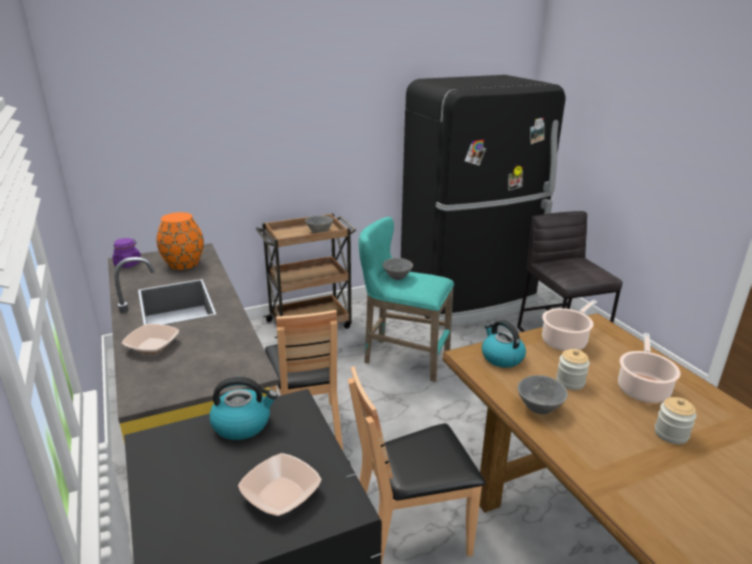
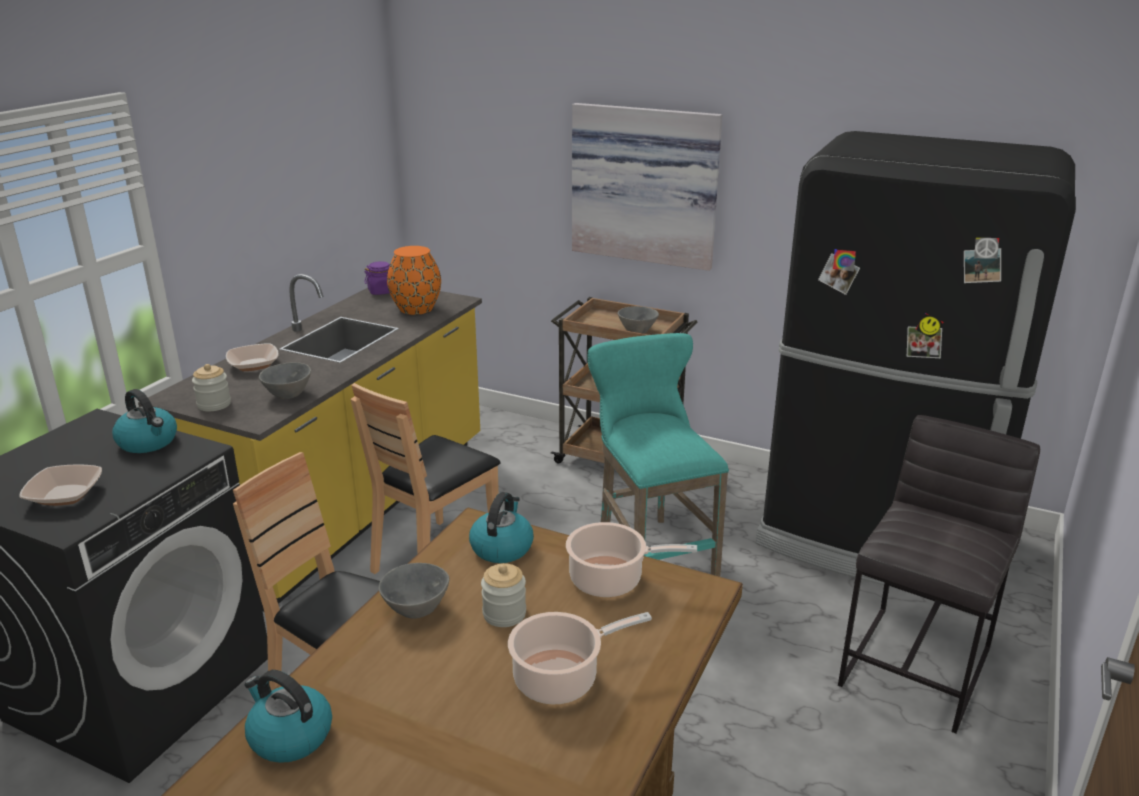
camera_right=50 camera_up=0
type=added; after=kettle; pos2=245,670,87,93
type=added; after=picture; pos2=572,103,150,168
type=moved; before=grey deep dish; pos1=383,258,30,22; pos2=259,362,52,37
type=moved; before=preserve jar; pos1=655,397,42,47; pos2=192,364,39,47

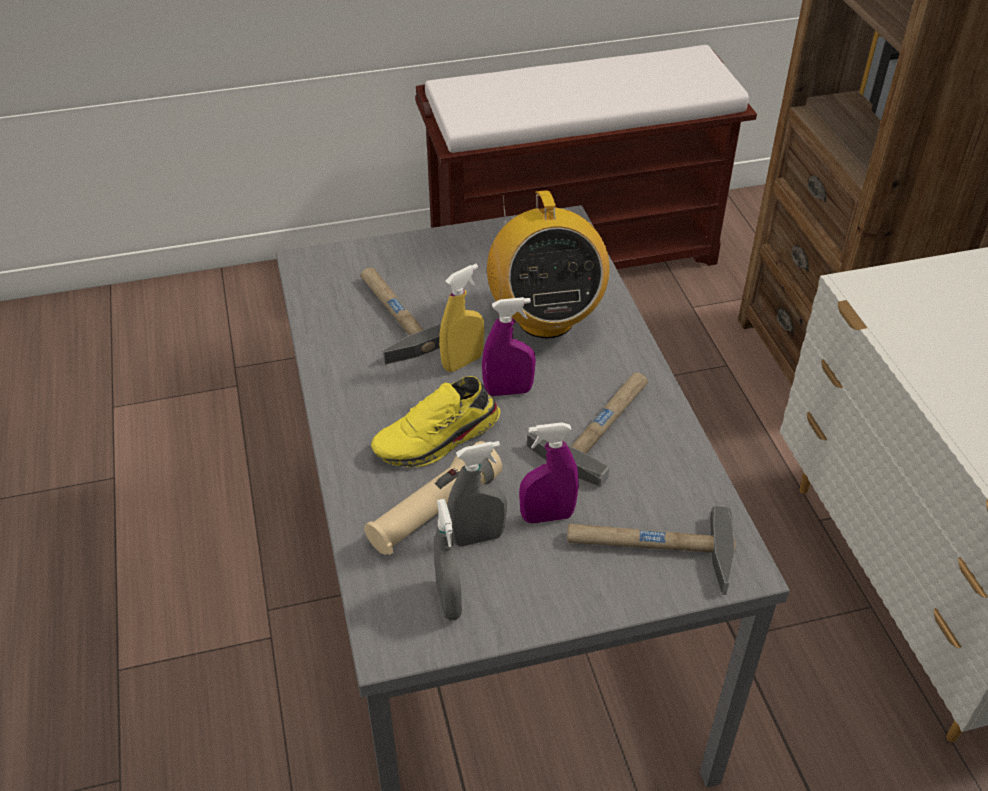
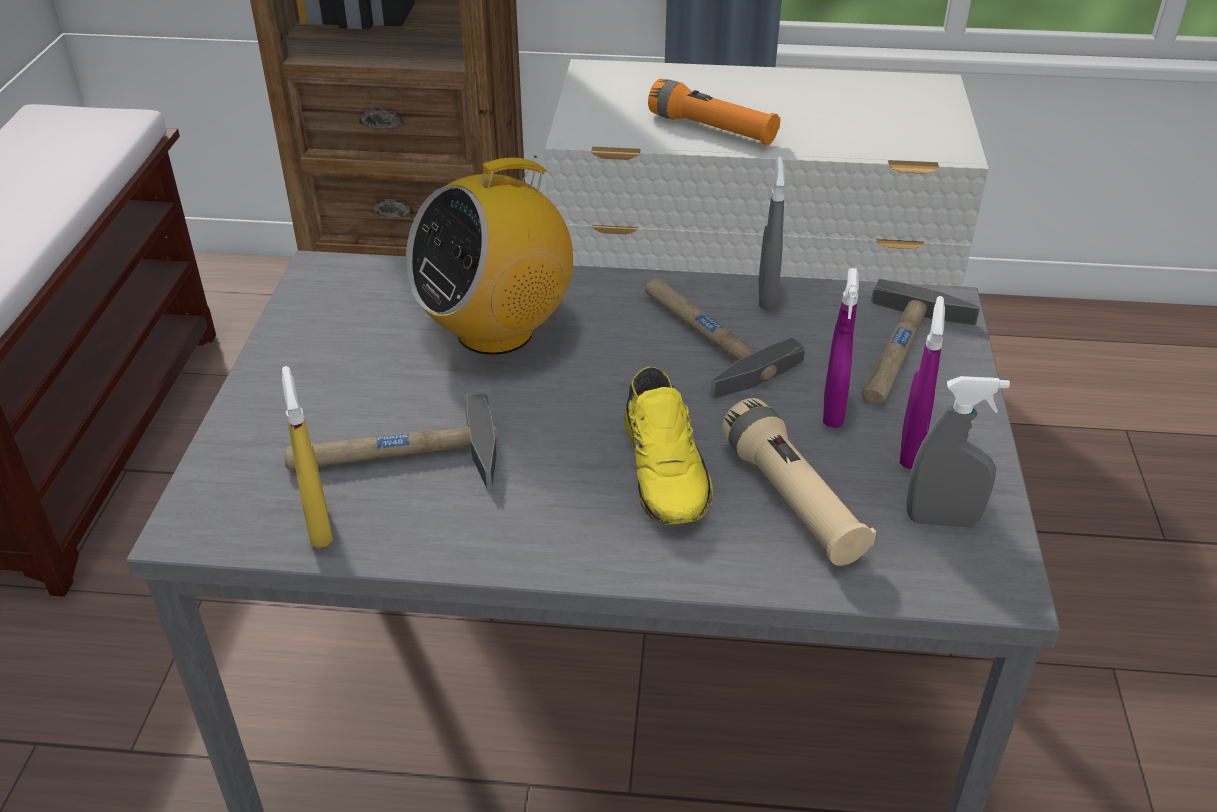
camera_right=-70 camera_up=-5
type=added; after=orange torch; pos2=648,79,133,66
type=moved; before=yellow spray bottle; pos1=439,264,45,108; pos2=282,366,51,182
type=moved; before=grey spray bottle; pos1=447,441,60,106; pos2=759,156,26,155
type=moved; before=purple-coloured spray bottle; pos1=482,297,54,99; pos2=900,296,45,173
type=turned; before=radio set; pos1=487,190,123,148; pos2=406,155,167,200; turn=135

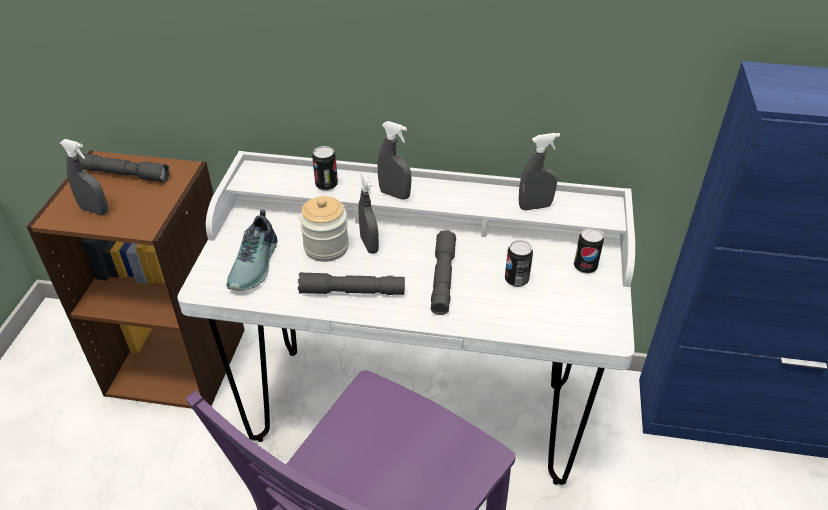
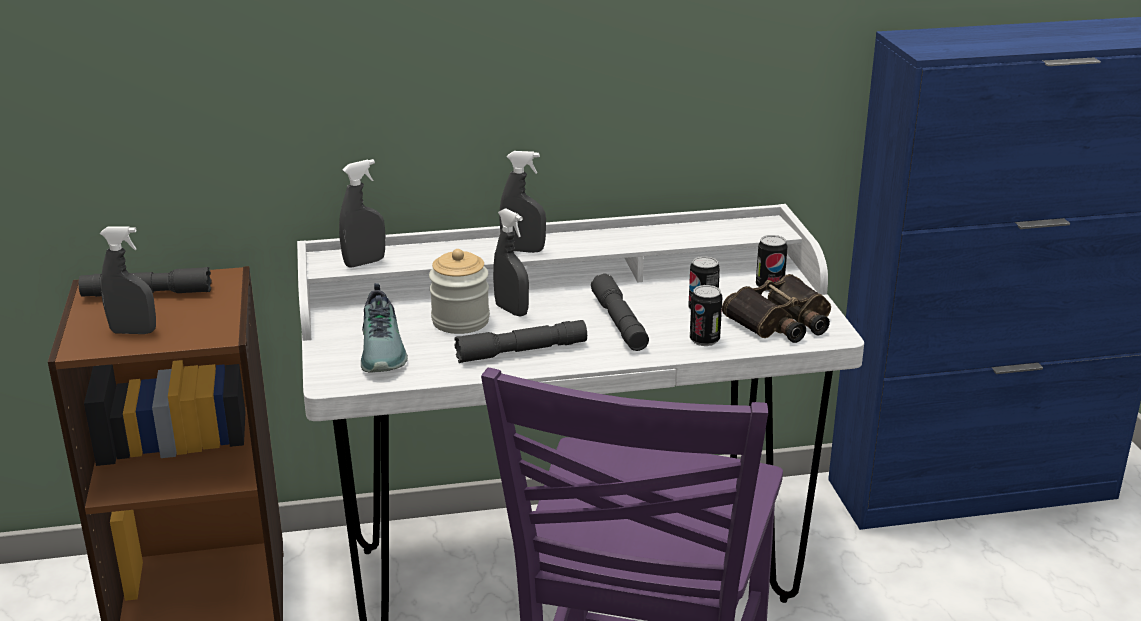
camera_right=-20 camera_up=-15
type=added; after=binoculars; pos2=722,274,109,69
type=moved; before=sealed can; pos1=312,146,26,45; pos2=690,285,32,61
type=moved; before=grey spray bottle; pos1=519,133,41,77; pos2=339,159,46,108

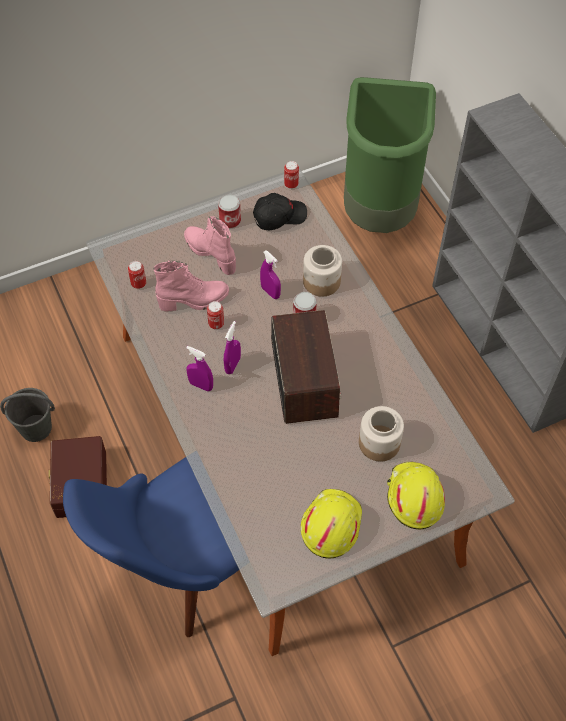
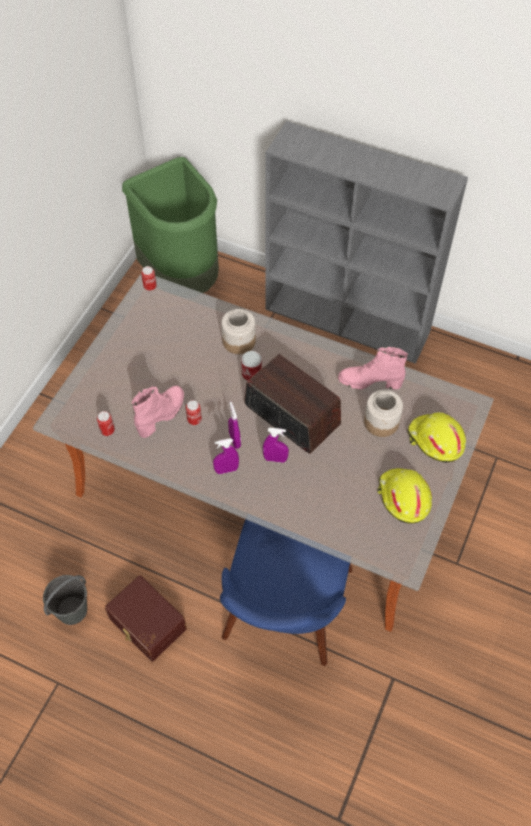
camera_right=-40 camera_up=0
type=removed; before=sealed can; pos1=218,195,23,34
type=removed; before=blackish baseball cap; pos1=253,193,54,37
type=moved; before=pink-coloured boot; pos1=184,216,52,59; pos2=338,347,70,43
type=moved; before=purple-coloured spray bottle; pos1=260,250,21,49; pos2=263,428,26,35

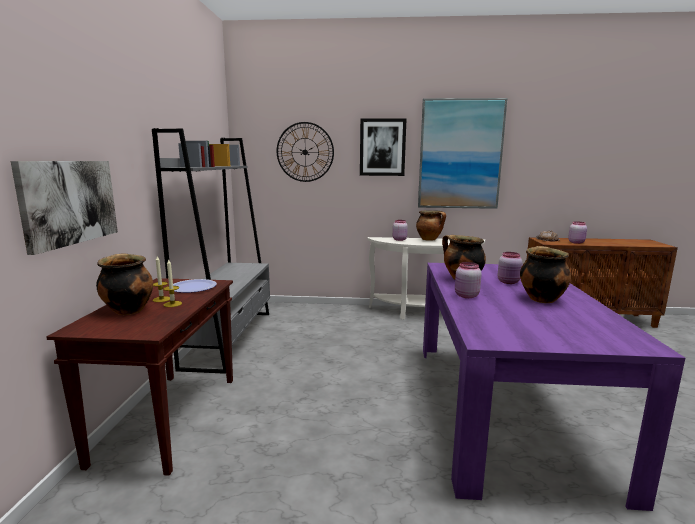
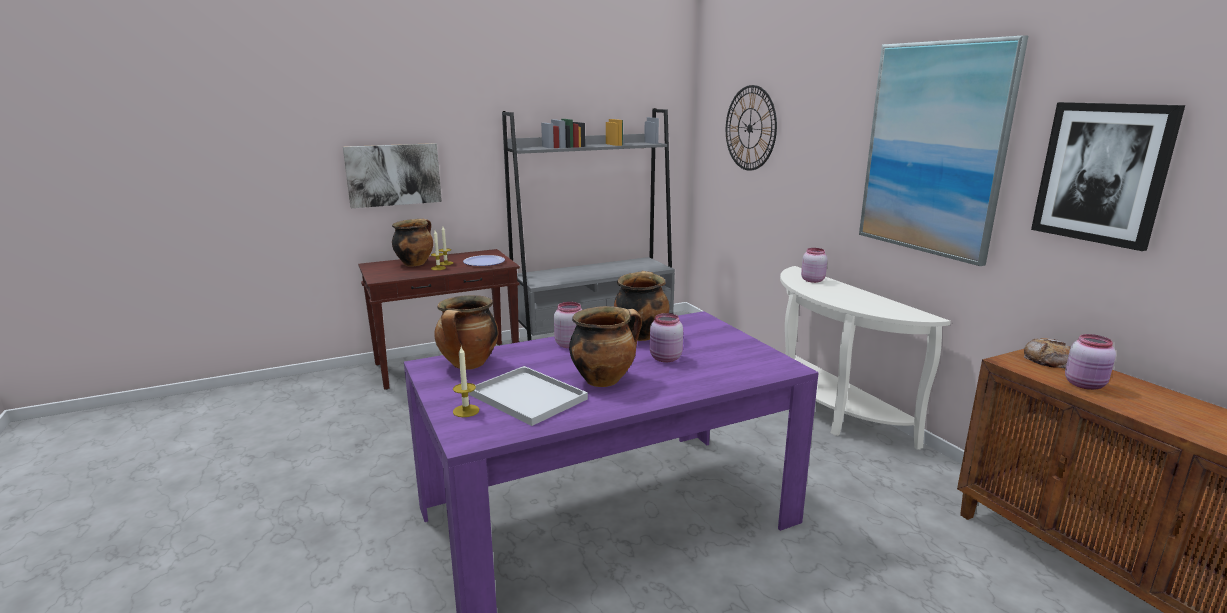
camera_right=60 camera_up=5
type=added; after=wax light; pos2=453,347,26,70
type=added; after=white carrying tray; pos2=469,366,119,60
type=moved; before=picture; pos1=360,118,47,58; pos2=1031,102,154,149
type=moved; before=saucepot; pos1=416,210,30,31; pos2=434,295,64,75

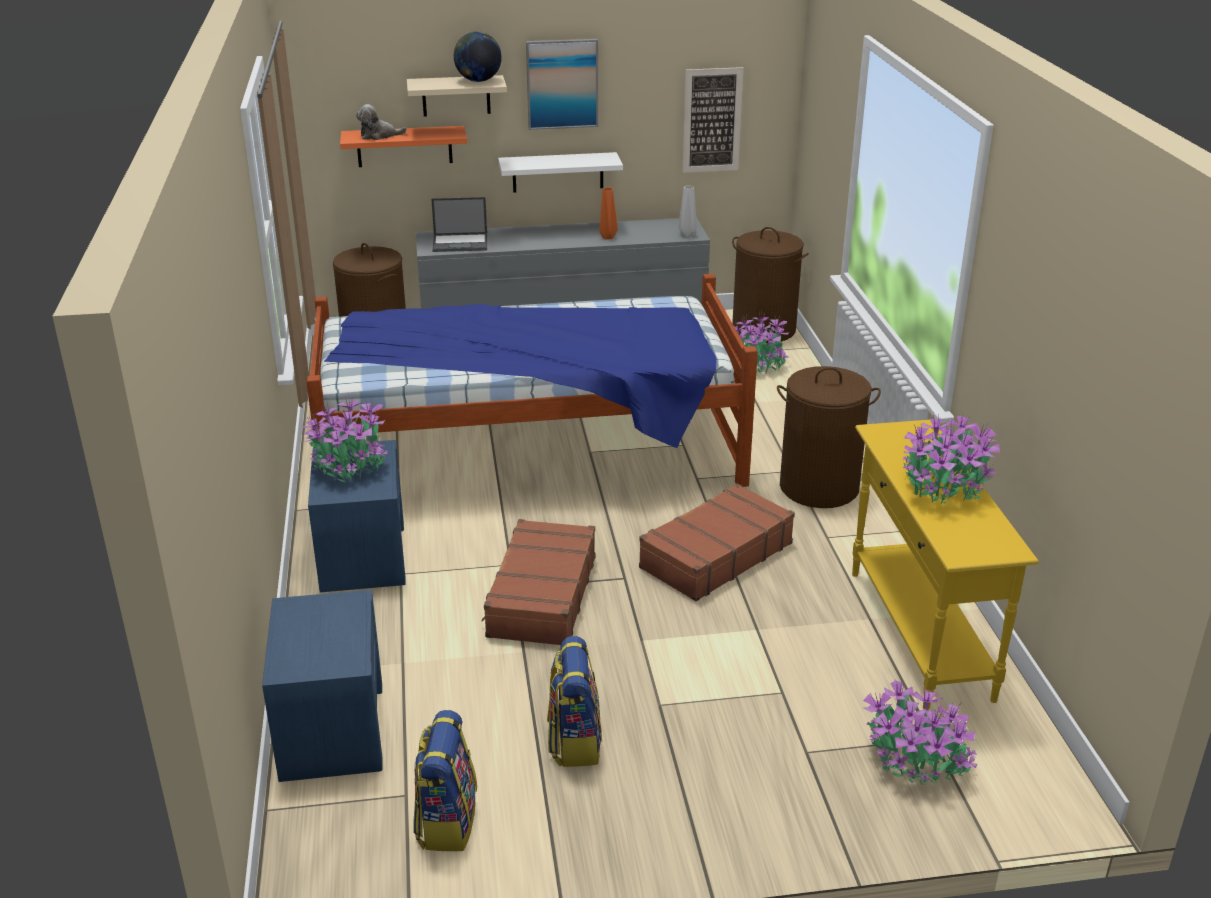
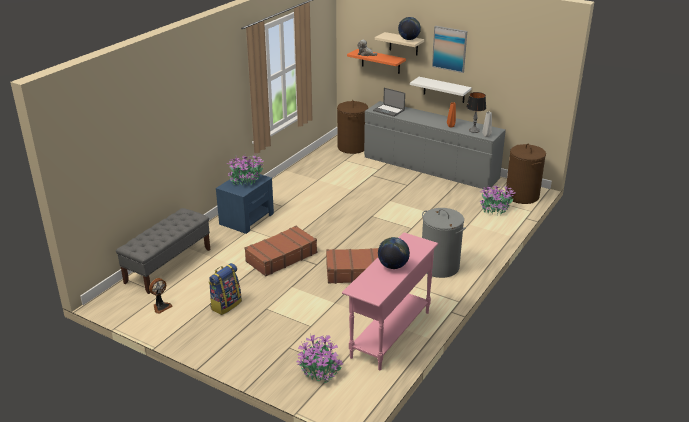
camera_right=40 camera_up=0
type=removed; before=sleeping bed; pos1=307,274,451,213
type=removed; before=picture; pos1=683,67,61,106
type=added; after=tabletop lamp; pos2=466,92,20,41
type=replaced; before=blue-coloured night table; after=grey bench; pos1=262,590,121,192; pos2=116,208,94,86
type=replaced; before=knapsack; after=cooling fan; pos1=413,710,64,141; pos2=149,278,23,36
type=replaced; before=potted plant; after=world globe; pos1=902,412,98,92; pos2=378,237,32,32
type=recoloured; before=brown-coloured laundry basket; after=grey laundry basket; pos1=777,366,104,142; pos2=422,208,44,70
type=recoloured; before=yellow narrow table; after=pink-coloured narrow table; pos1=852,420,187,290; pos2=342,233,96,137

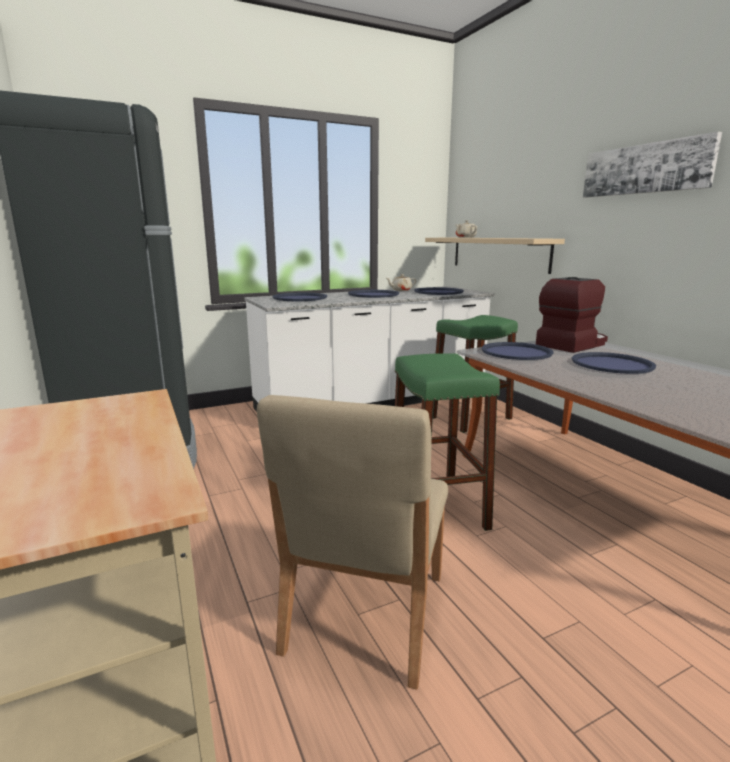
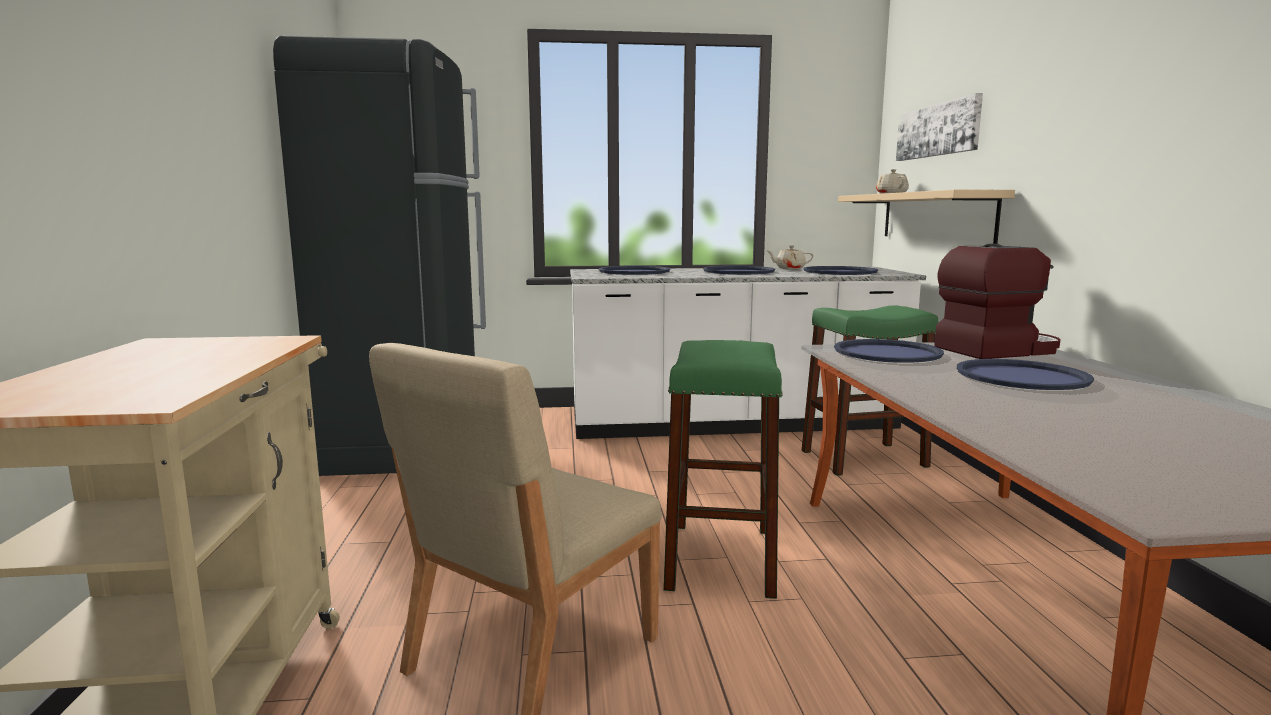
camera_right=20 camera_up=-5
type=moved; before=picture; pos1=583,132,139,65; pos2=896,93,87,68

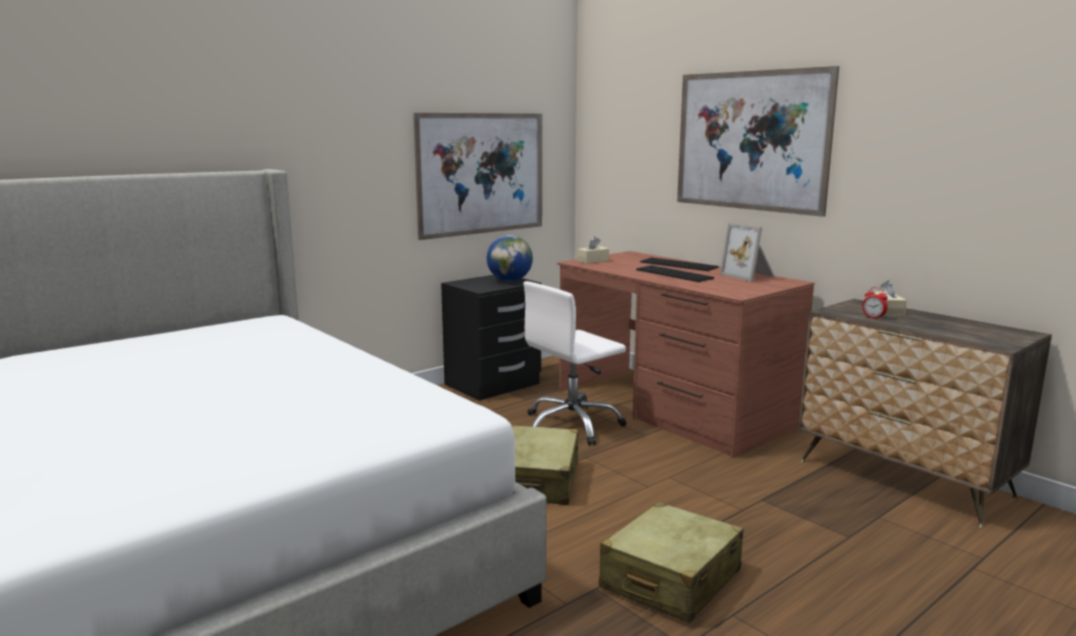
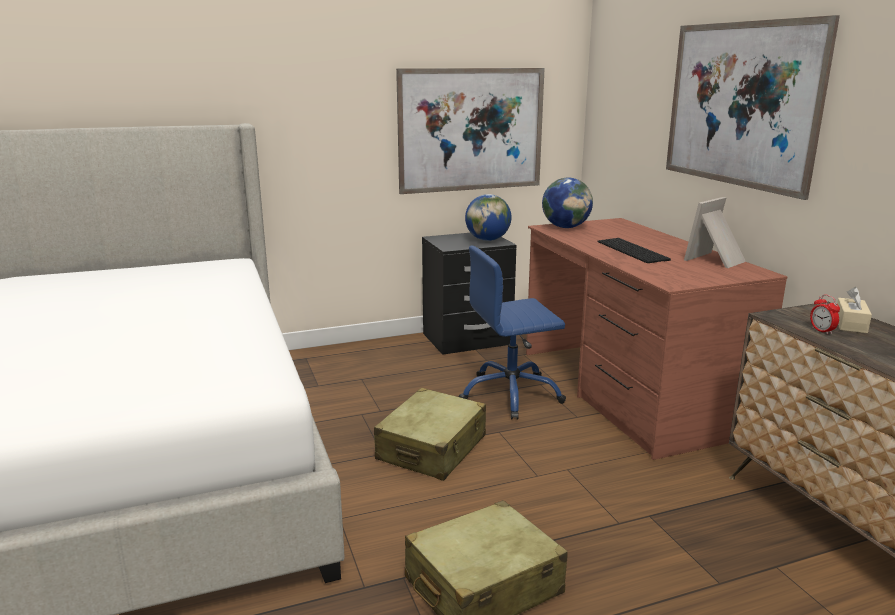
camera_right=20 camera_up=5
type=removed; before=computer keyboard; pos1=640,257,78,14
type=replaced; before=beige-coloured box of tissues; after=world globe; pos1=577,237,32,27; pos2=542,178,51,50
type=recoloured; before=white desk chair; after=blue-coloured desk chair; pos1=523,281,103,165; pos2=459,246,107,174
type=turned; before=picture frame; pos1=720,222,55,60; pos2=684,197,62,71; turn=60

